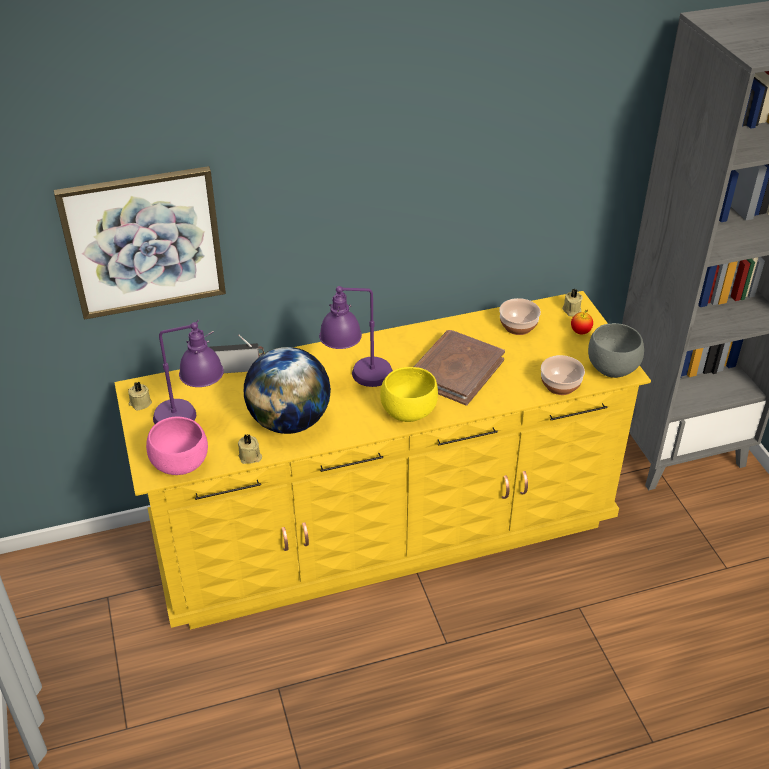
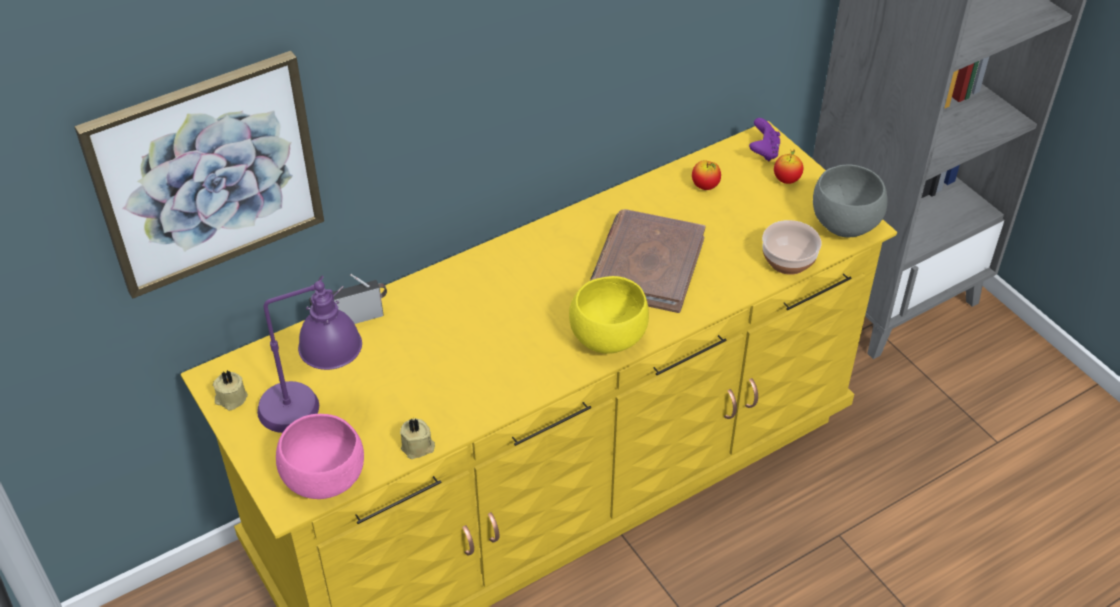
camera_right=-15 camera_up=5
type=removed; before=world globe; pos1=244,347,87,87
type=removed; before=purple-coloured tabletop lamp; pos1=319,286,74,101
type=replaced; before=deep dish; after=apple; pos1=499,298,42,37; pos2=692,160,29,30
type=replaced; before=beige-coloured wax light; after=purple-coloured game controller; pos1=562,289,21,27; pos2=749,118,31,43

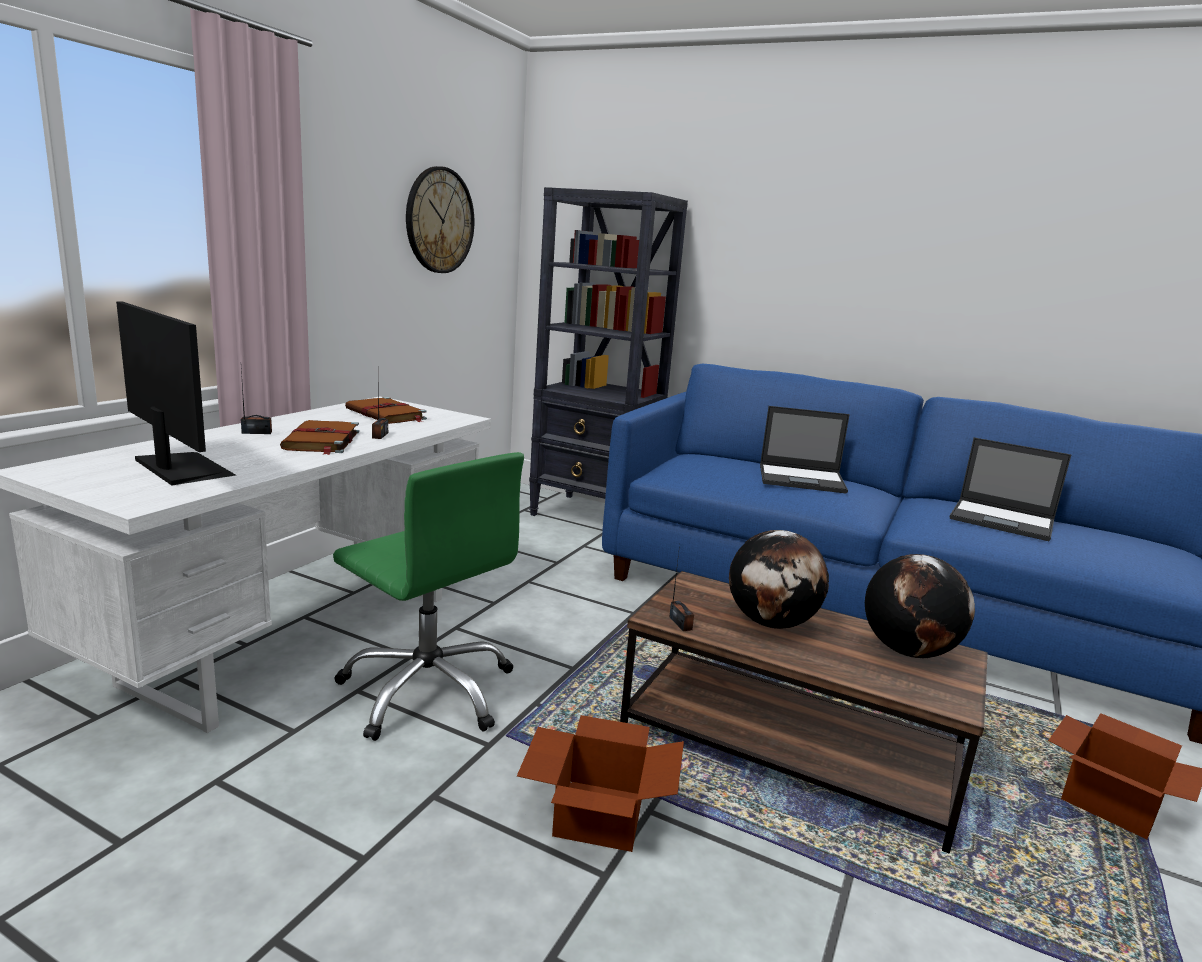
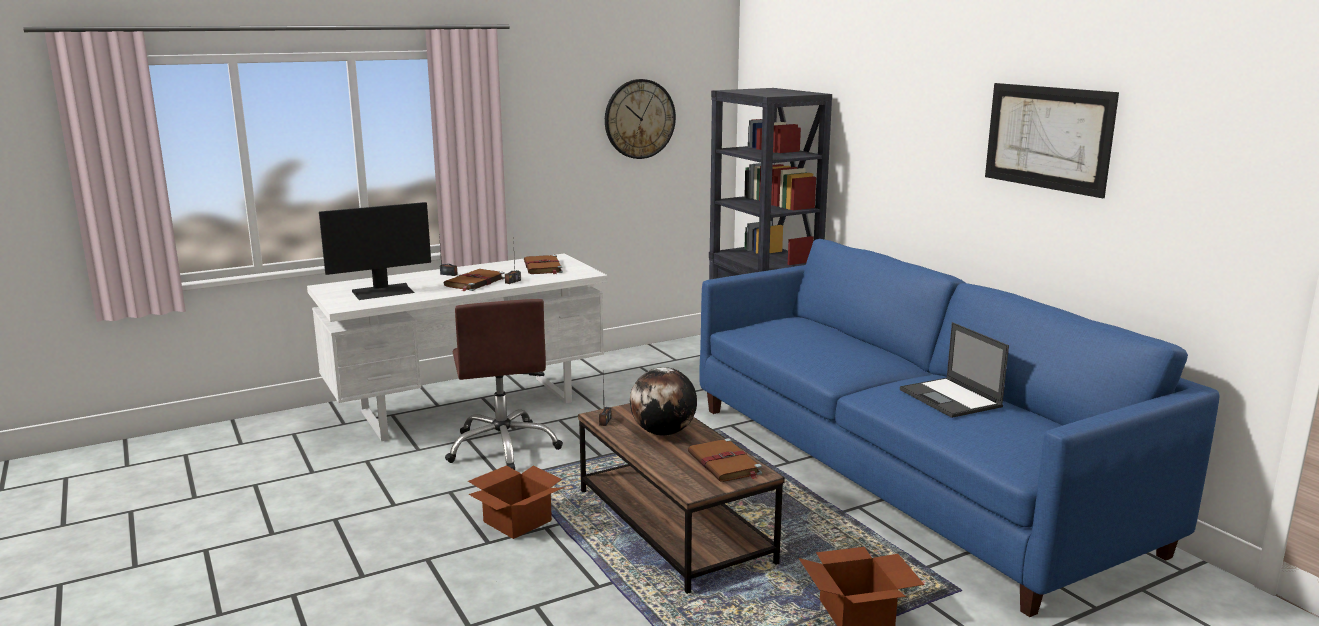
camera_right=35 camera_up=0
type=removed; before=laptop; pos1=760,406,90,88
type=added; after=picture; pos2=985,83,134,115
type=replaced; before=world globe; after=brown-coloured book; pos1=865,554,110,104; pos2=688,438,74,44
type=recoloured; before=green desk chair; after=brown-coloured desk chair; pos1=333,452,191,289; pos2=445,299,118,171
type=turned; before=monitor; pos1=116,302,120,184; pos2=319,202,112,98; turn=75

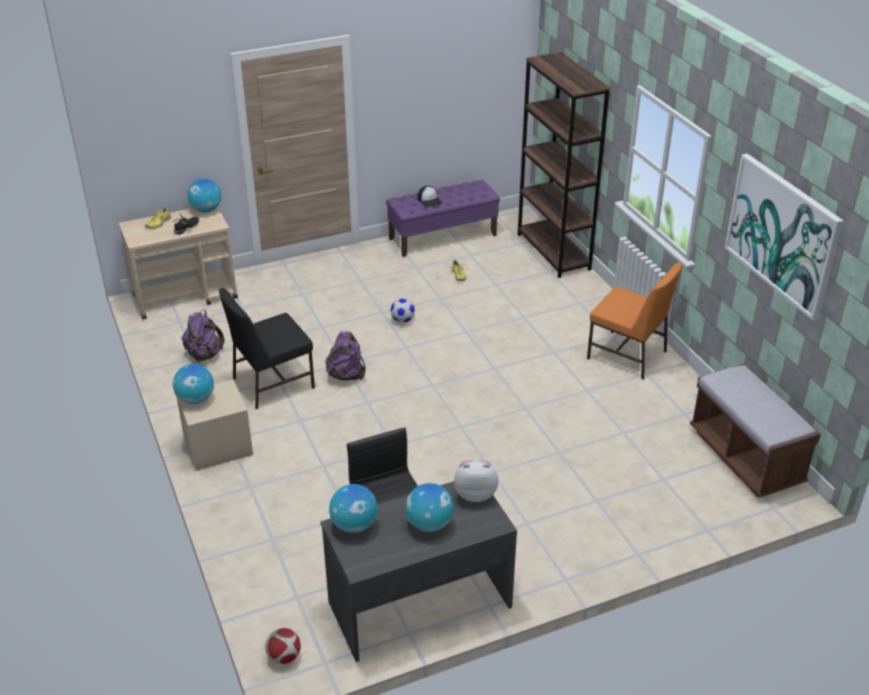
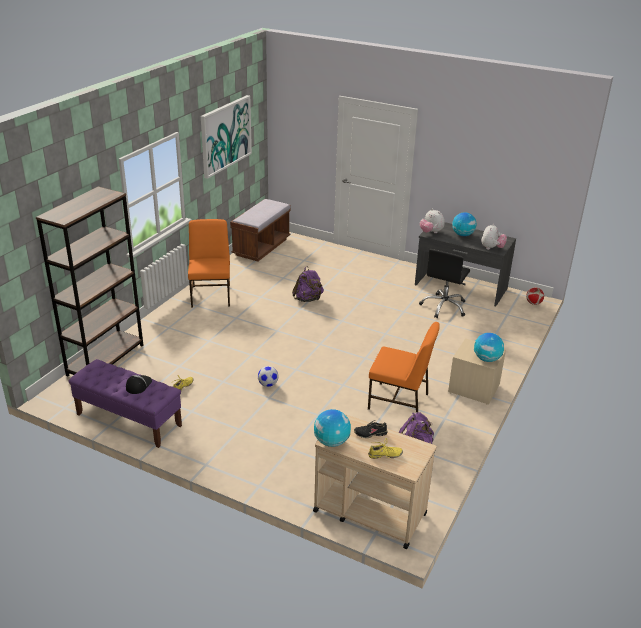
camera_right=-130 camera_up=-5
type=moved; before=purple-coloured knapsack; pos1=325,331,41,50; pos2=292,266,32,36
type=replaced; before=world globe; after=cuddly toy; pos1=329,484,49,49; pos2=481,223,26,27
type=recoloured; before=blackish plain chair; after=orange plain chair; pos1=219,288,96,121; pos2=368,322,72,90

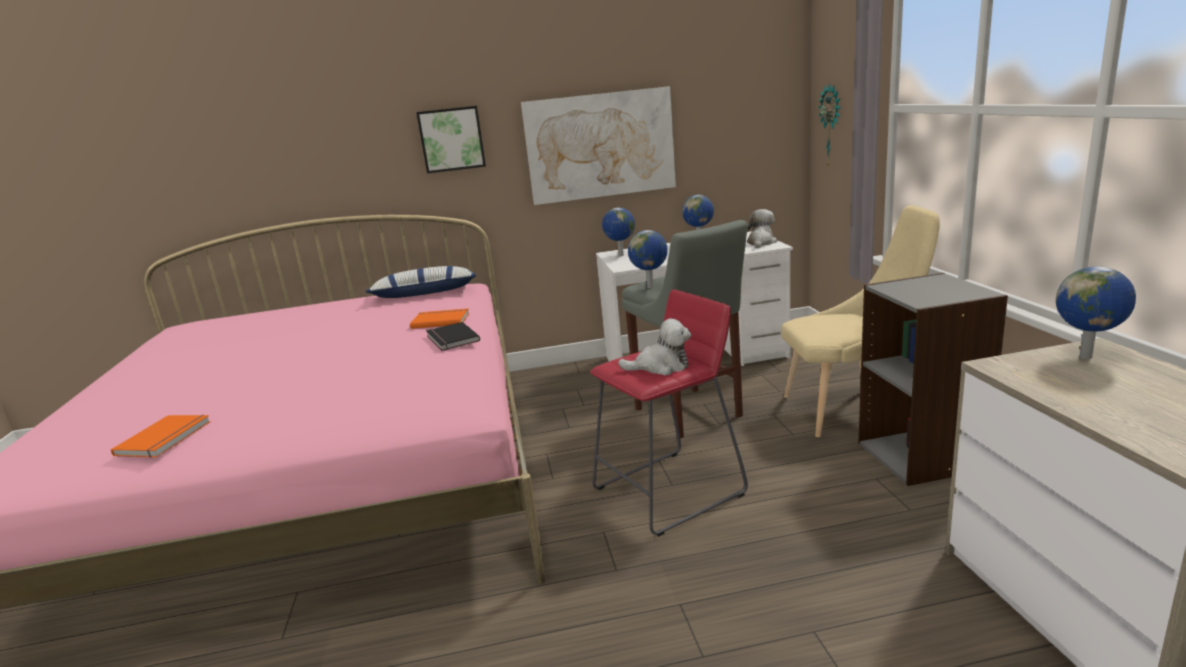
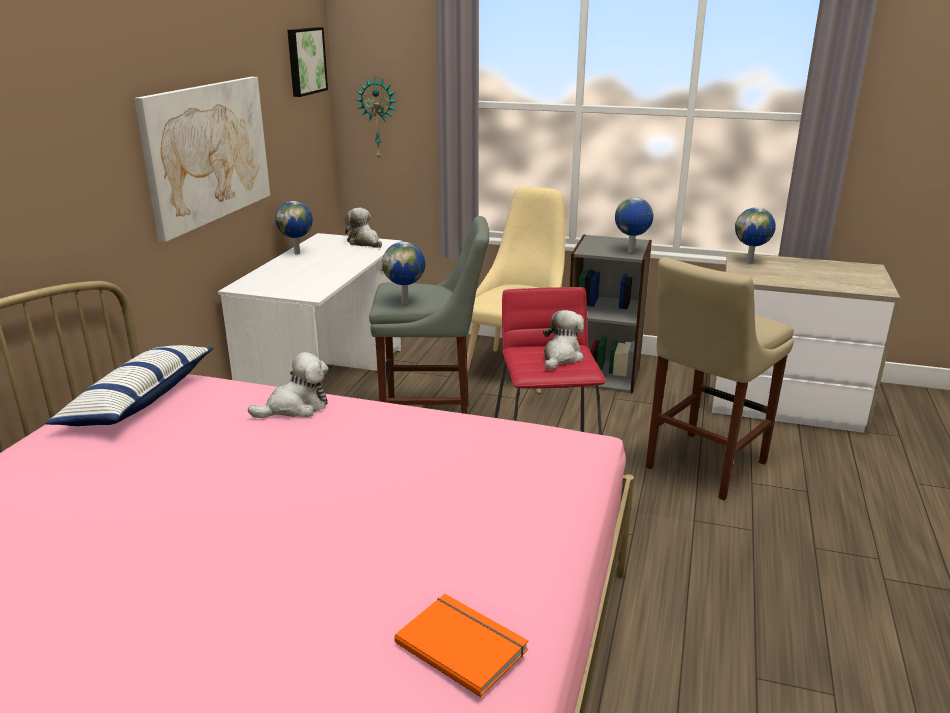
camera_right=-65 camera_up=5
type=removed; before=blackish book; pos1=426,322,54,29
type=added; after=beige-coloured stool seat; pos2=646,257,148,243
type=moved; before=picture; pos1=416,106,70,67; pos2=287,27,41,70
type=moved; before=world globe; pos1=602,208,33,48; pos2=615,197,38,56
type=replaced; before=orange book; after=cuddly toy; pos1=410,308,59,21; pos2=248,352,80,66

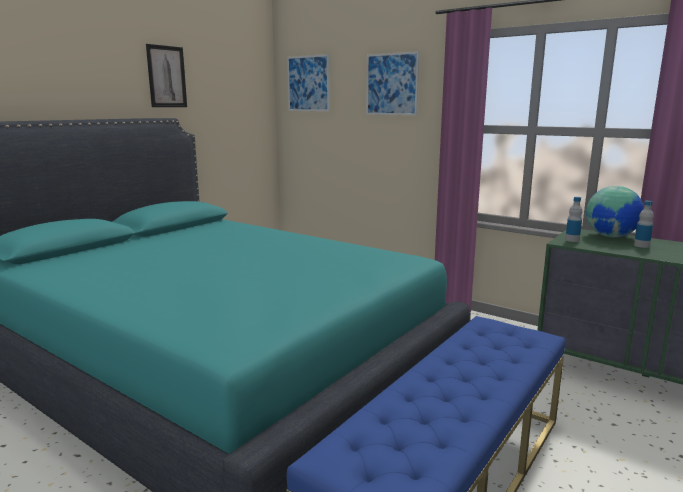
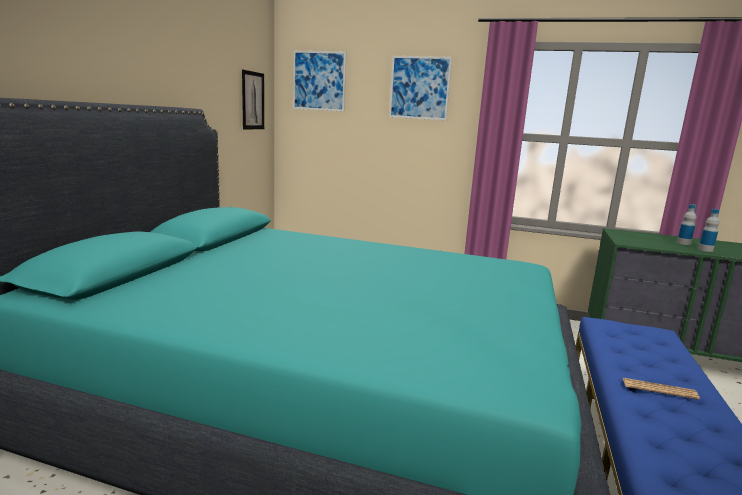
camera_right=-20 camera_up=0
type=removed; before=world globe; pos1=586,186,58,52
type=added; after=daily paper; pos2=623,378,77,22
type=moved; before=picture; pos1=146,44,41,63; pos2=242,70,22,59
type=moved; before=bottle; pos1=565,197,17,45; pos2=698,209,21,43

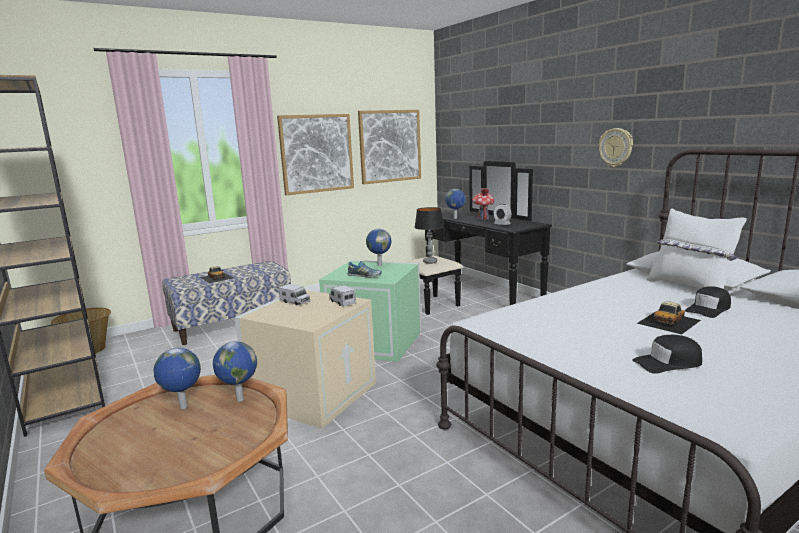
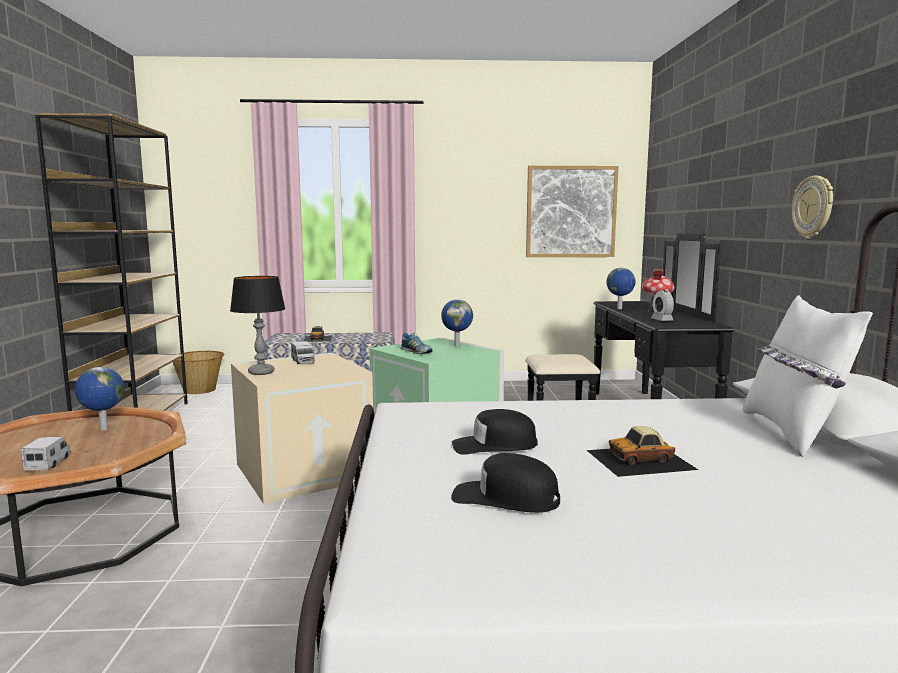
camera_right=30 camera_up=-5
type=removed; before=world globe; pos1=213,341,44,61
type=removed; before=picture; pos1=277,114,77,81
type=moved; before=toy truck; pos1=329,285,27,21; pos2=21,437,50,34
type=moved; before=tabletop lamp; pos1=414,207,30,57; pos2=230,276,56,99
type=moved; before=blackish baseball cap; pos1=685,286,46,32; pos2=452,409,86,46

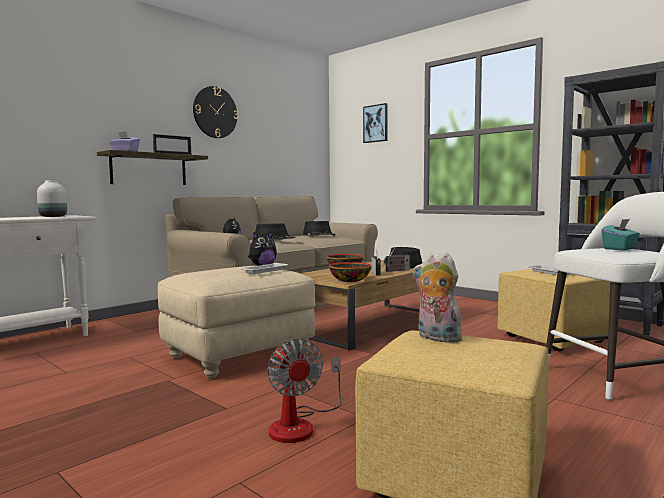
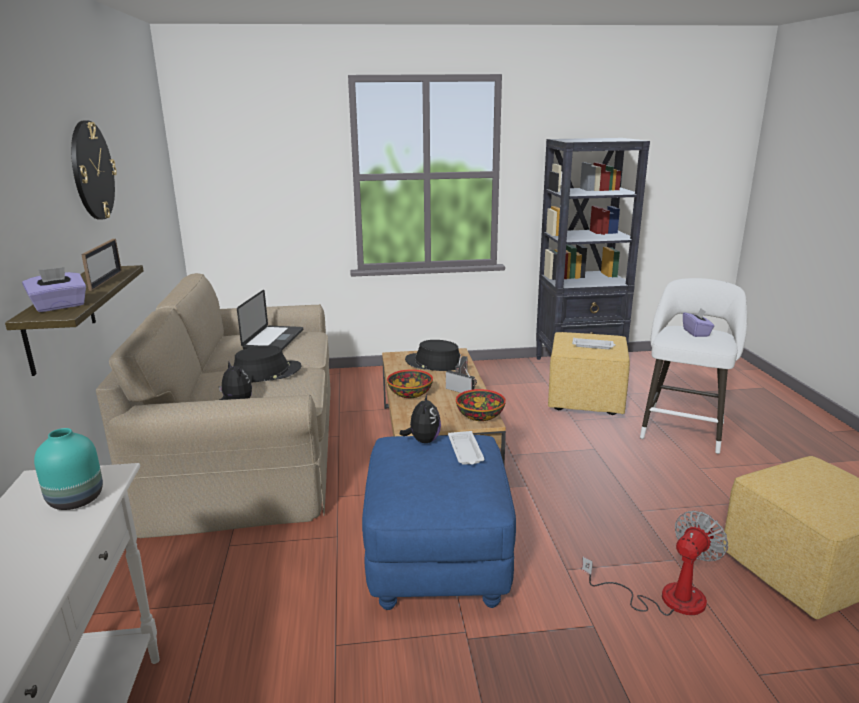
camera_right=-50 camera_up=15
type=removed; before=picture; pos1=363,103,25,40
type=removed; before=cuddly toy; pos1=413,252,51,91
type=replaced; before=blackish clothing hat; after=laptop; pos1=303,221,33,15; pos2=237,290,66,60
type=recoloured; before=white decorative vase; after=blue-green decorative vase; pos1=37,180,30,37; pos2=34,428,69,82
type=recoloured; before=beige-coloured ottoman; after=blue-coloured ottoman; pos1=158,265,157,114; pos2=362,435,154,175
type=recoloured; before=blue-green box of tissues; after=purple-coloured box of tissues; pos1=601,219,39,31; pos2=683,308,31,29
type=turned; before=cooling fan; pos1=267,338,75,105; pos2=582,511,146,105; turn=-60

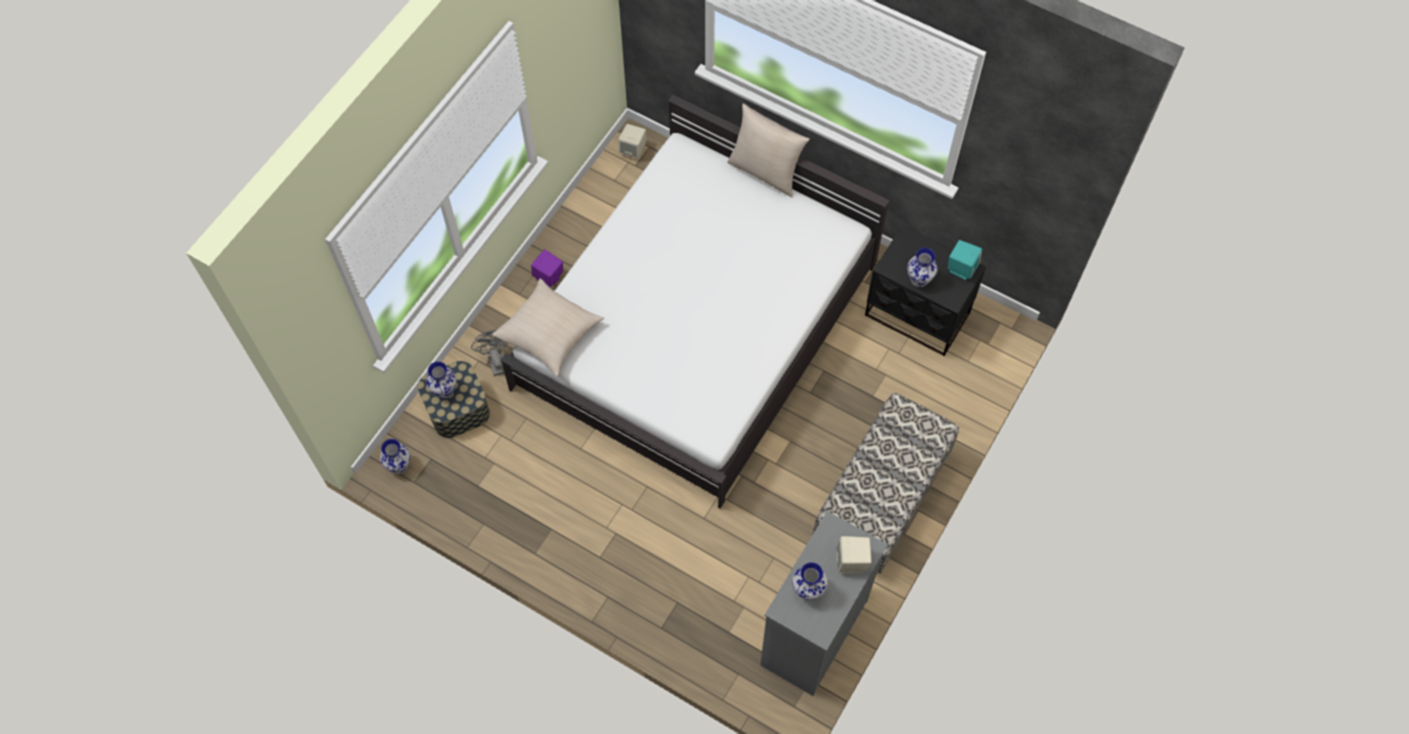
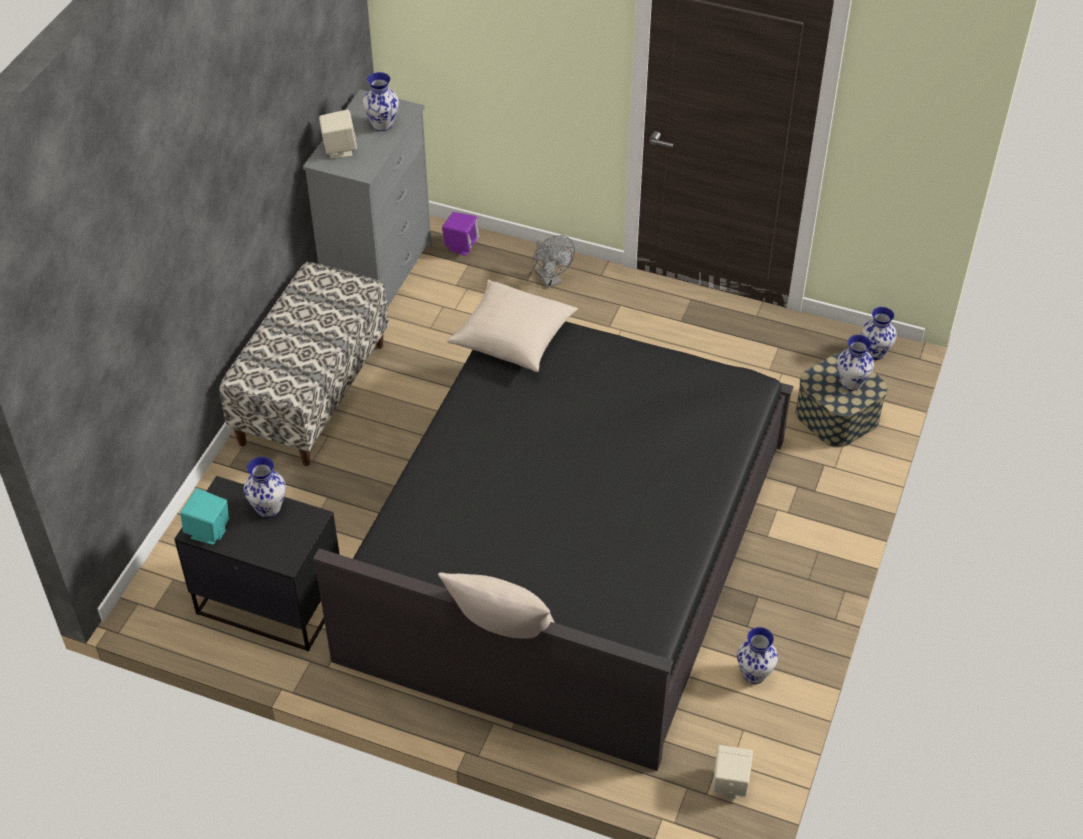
camera_right=170 camera_up=-15
type=added; after=decorative vase; pos2=737,627,41,57
type=moved; before=grey cooling fan; pos1=471,330,37,46; pos2=533,235,42,53
type=moved; before=beige-coloured cushion; pos1=492,278,112,98; pos2=447,280,131,92
type=moved; before=purple-coloured speaker; pos1=531,249,32,38; pos2=442,212,38,44
type=recoloured; before=white sleeping bed; after=blackish sleeping bed; pos1=500,95,390,414; pos2=313,321,480,450

